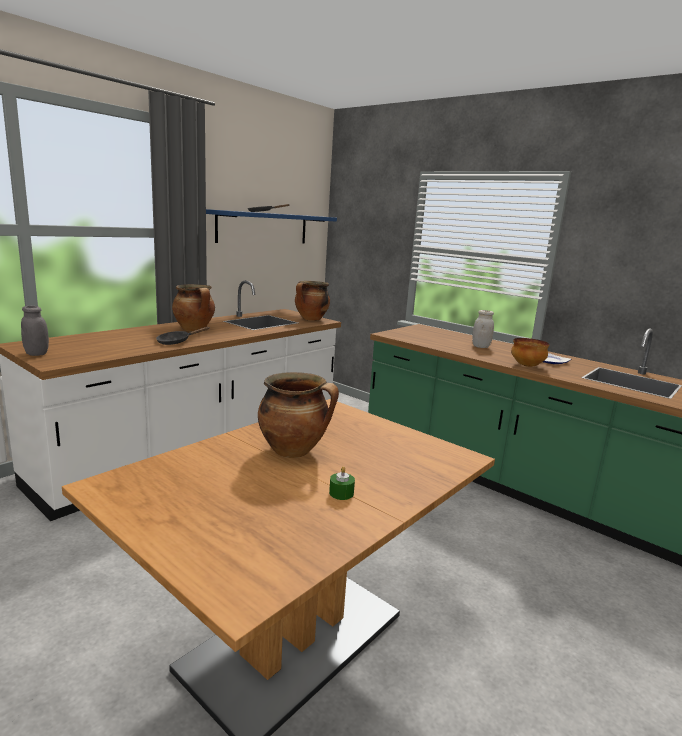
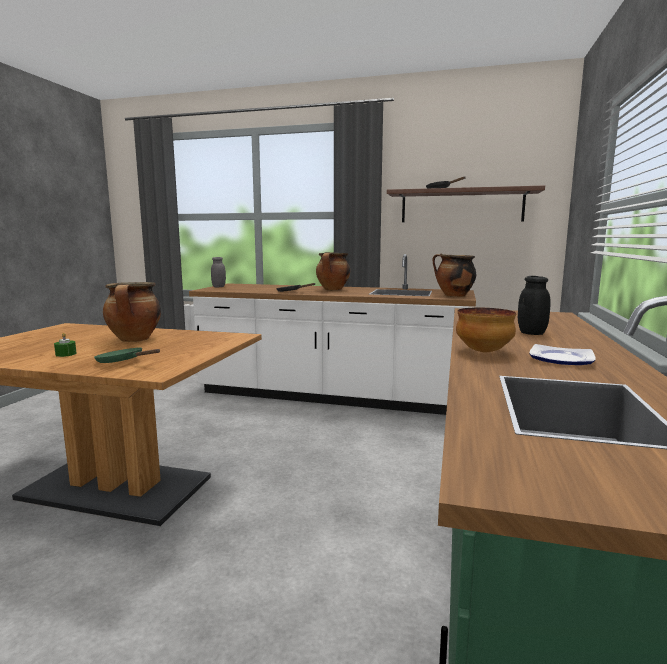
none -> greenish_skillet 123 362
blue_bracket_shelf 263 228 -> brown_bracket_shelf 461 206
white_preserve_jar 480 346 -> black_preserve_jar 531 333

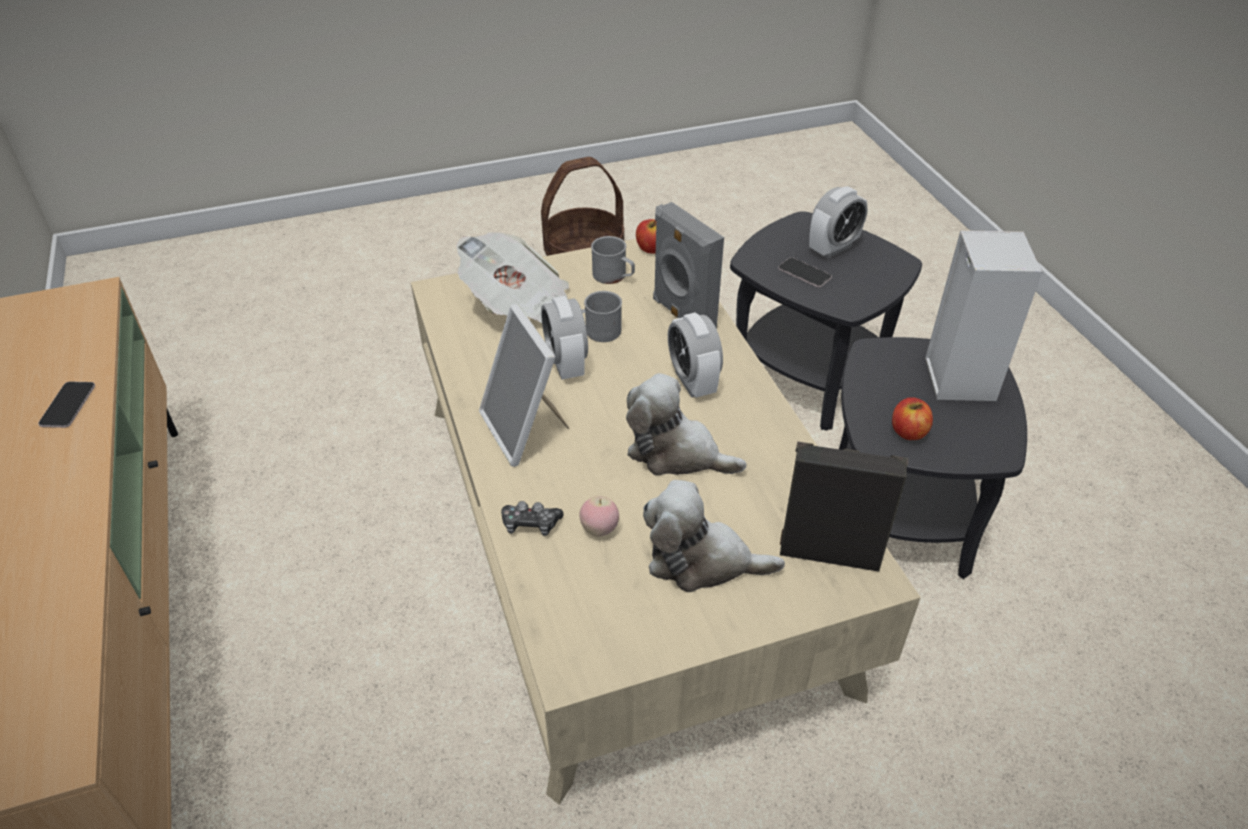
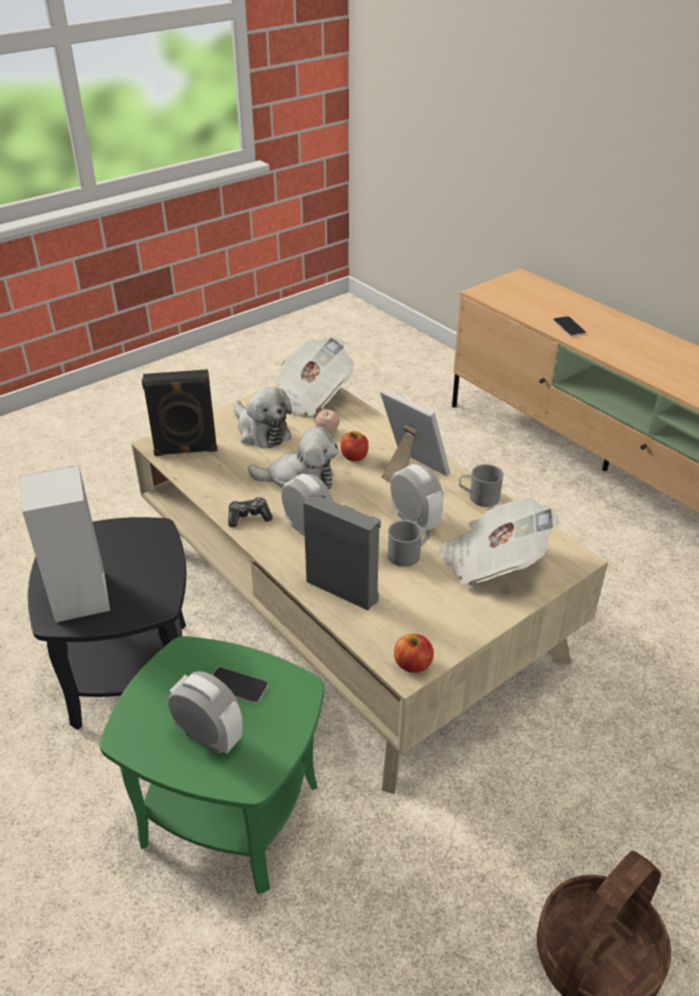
black_end_table 807 376 -> greenish_end_table 229 813
alarm_clock 833 248 -> alarm_clock 208 736, 90 degrees clockwise
gamepad 530 524 -> gamepad 249 517, moved
cuddly_toy 701 560 -> cuddly_toy 261 431, 60 degrees clockwise
none -> printed_paper 309 397
apple 908 432 -> apple 354 457, moved
greyish_tea_mug 614 276 -> greyish_tea_mug 479 497, moved
telephone 68 405 -> telephone 569 327, moved

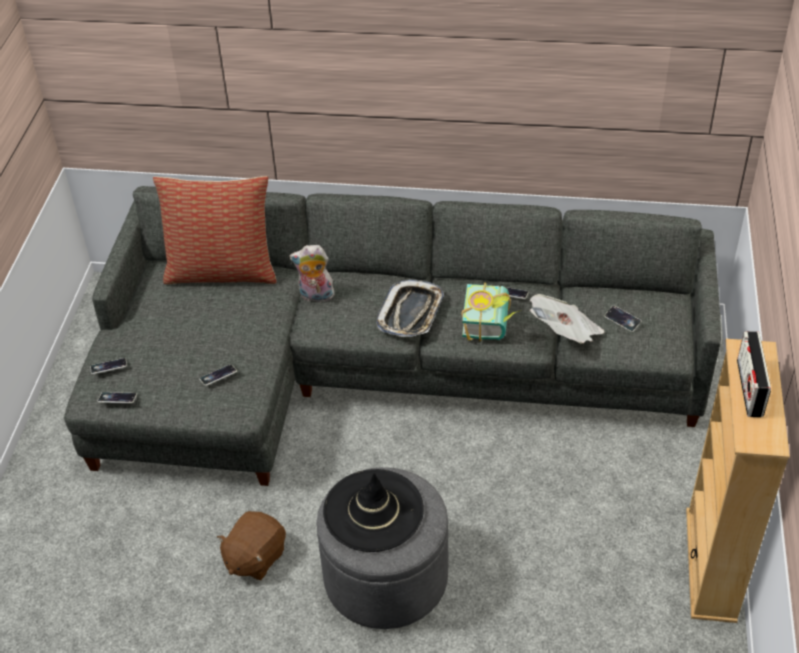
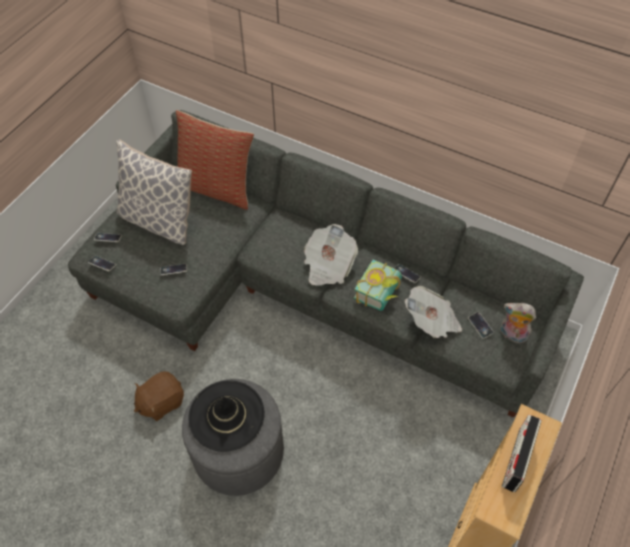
none -> cushion 158 220
carrying_tray 411 313 -> printed_paper 328 265
cuddly_toy 315 296 -> cuddly_toy 511 335, moved

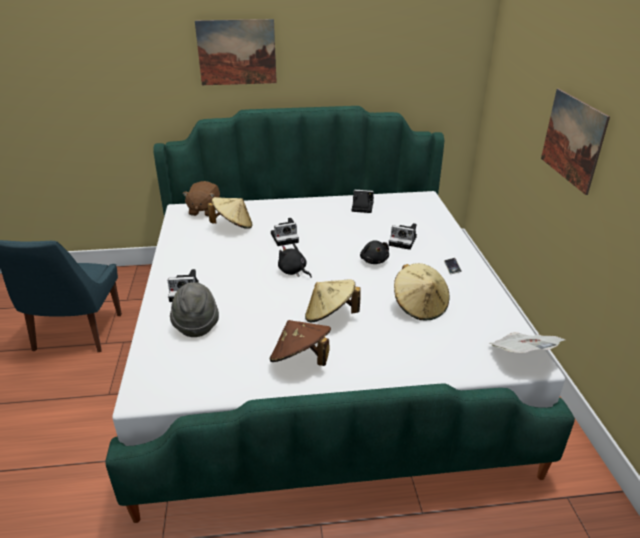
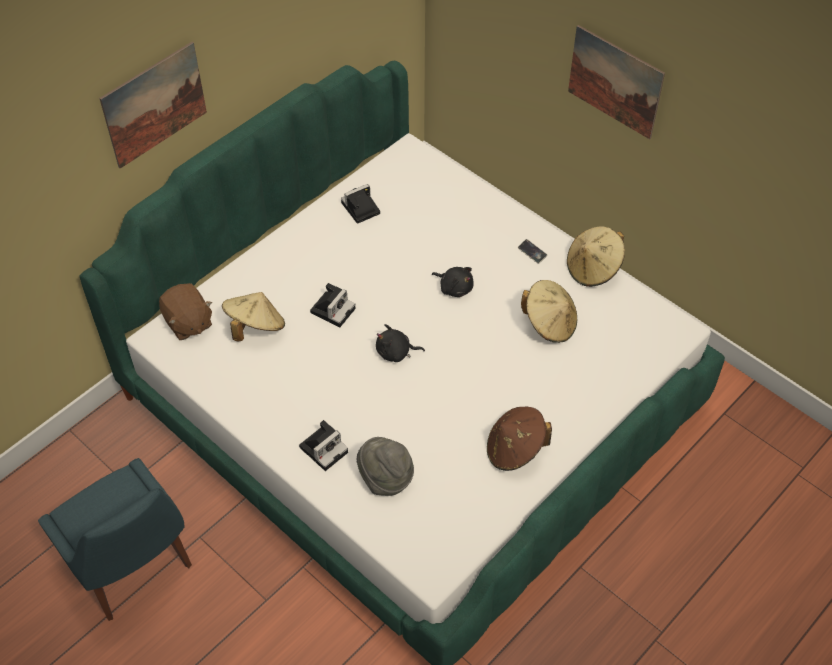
beige_wearable_hat 330 316 -> beige_wearable_hat 593 269, moved
still_camera 404 241 -> none
printed_paper 521 355 -> none

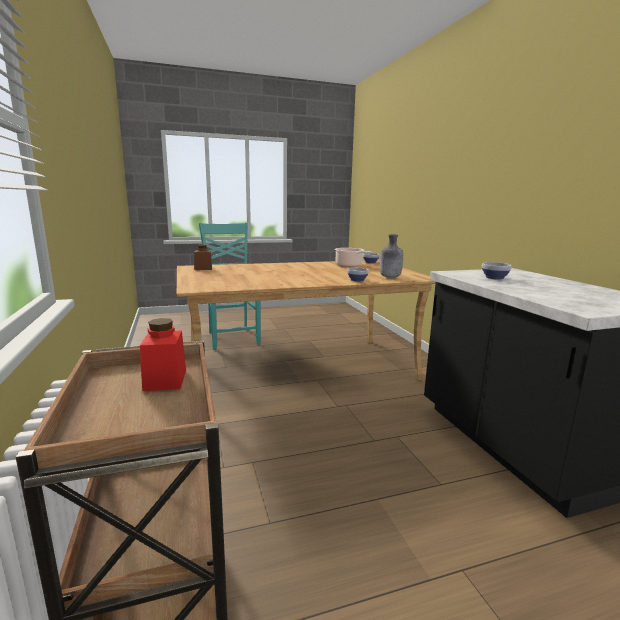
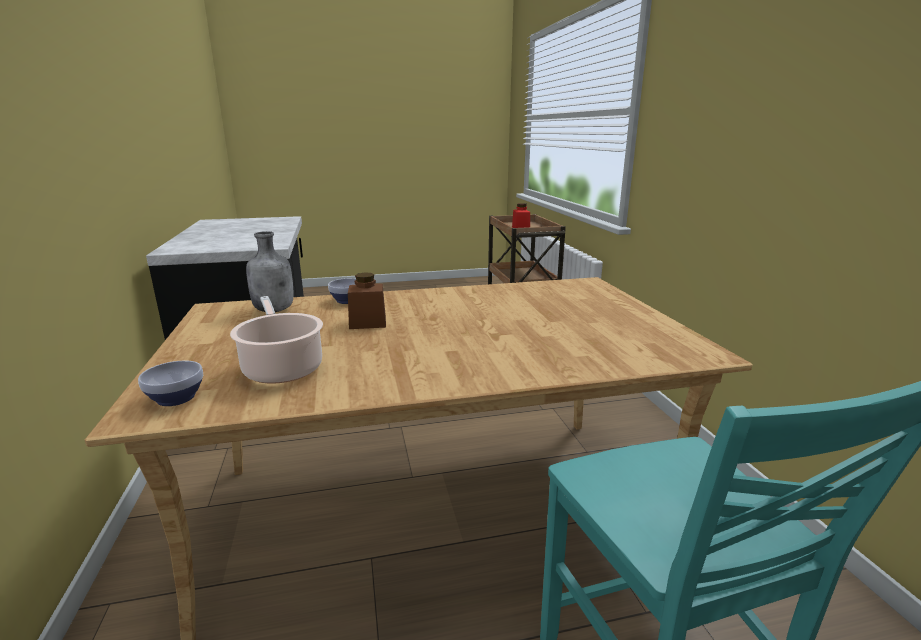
brown_preserve_jar 203 268 -> brown_preserve_jar 368 323, moved
deep_dish 493 278 -> none

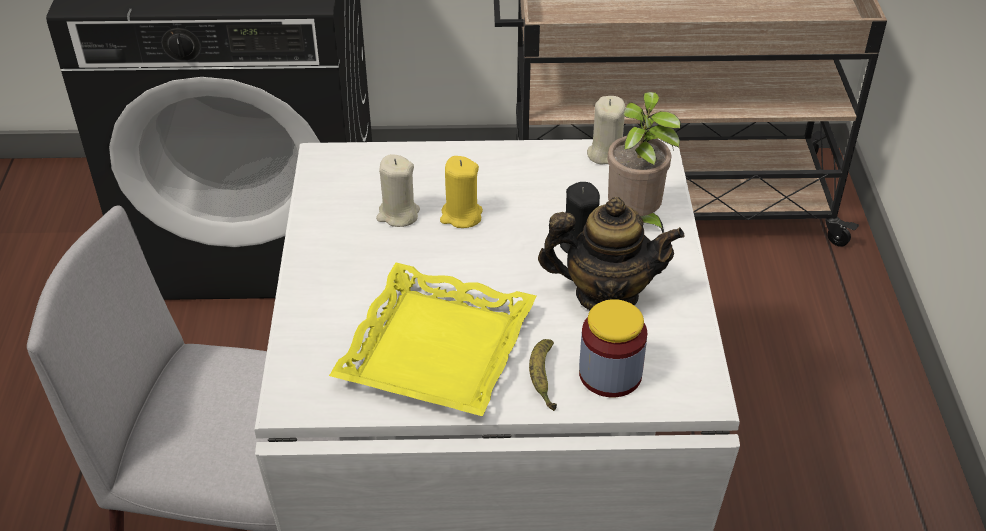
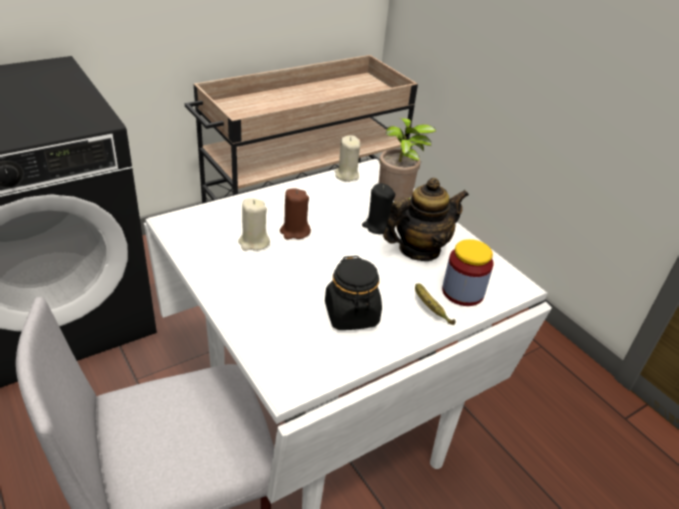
yellowish_wax_light 461 216 -> brown_wax_light 294 232
yellowish_carrying_tray 435 349 -> black_preserve_jar 351 315

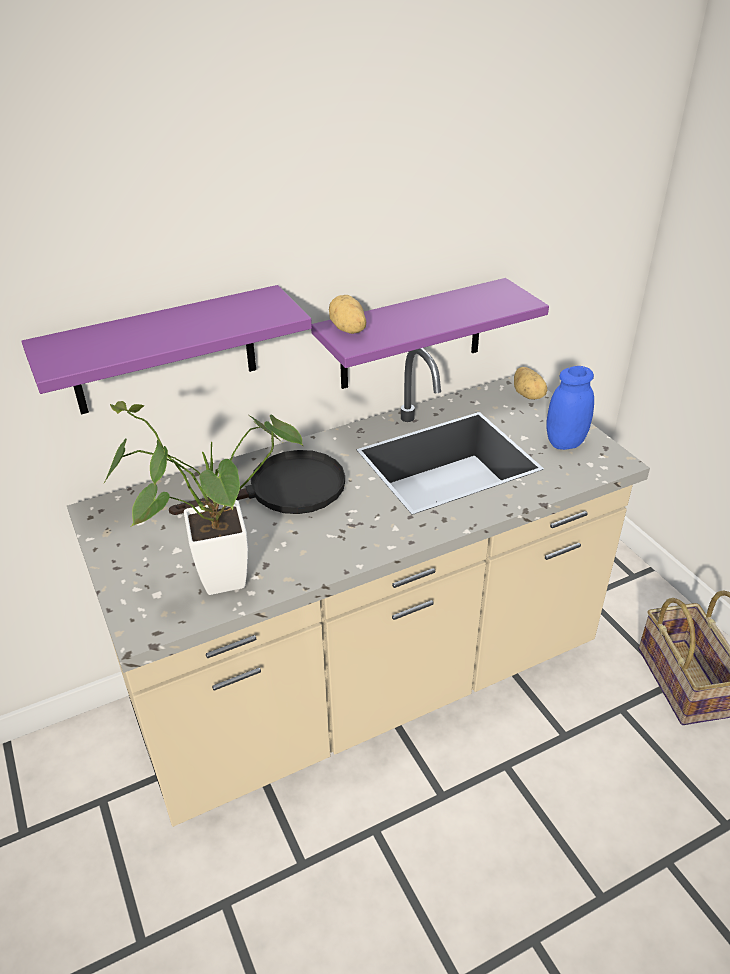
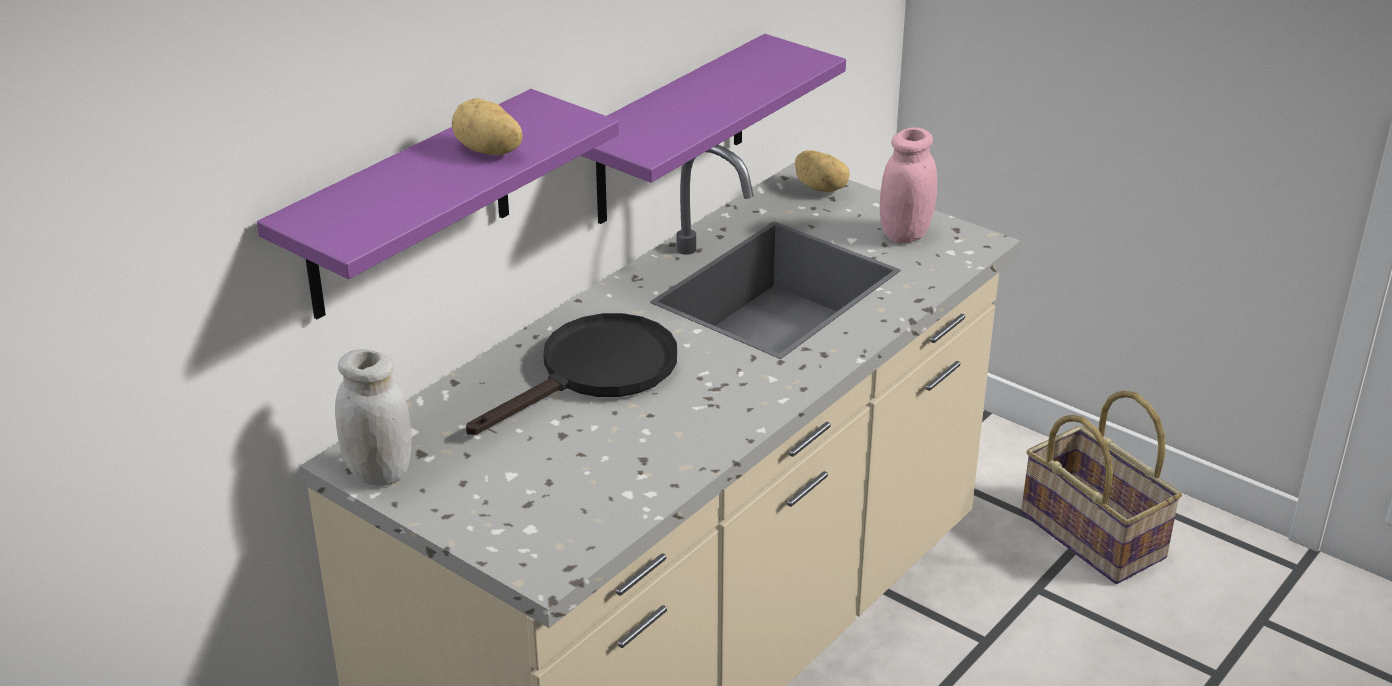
none -> white_preserve_jar 379 473
whole_potato 347 330 -> whole_potato 488 151, moved
blue_preserve_jar 565 442 -> pinkish_preserve_jar 905 234
plant_in_a_pot 211 581 -> none

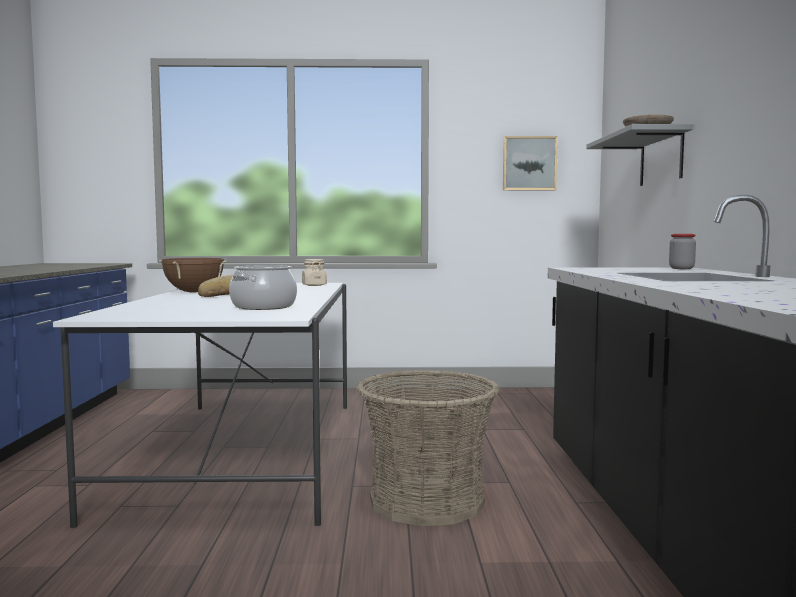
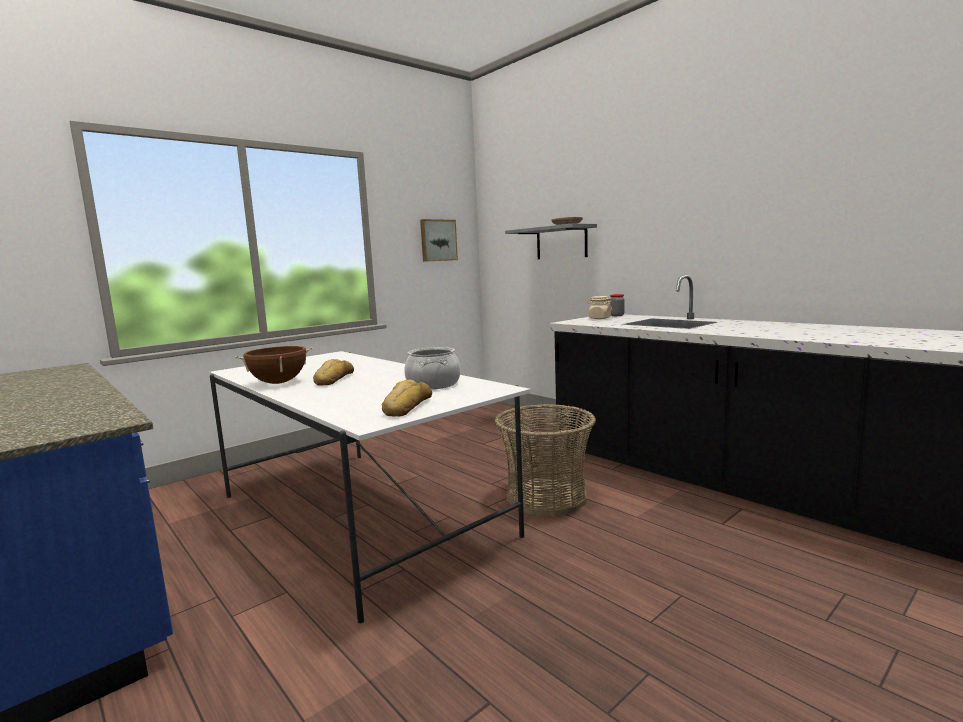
none -> bakery_bread 405 407
beige_preserve_jar 314 285 -> beige_preserve_jar 599 318, moved

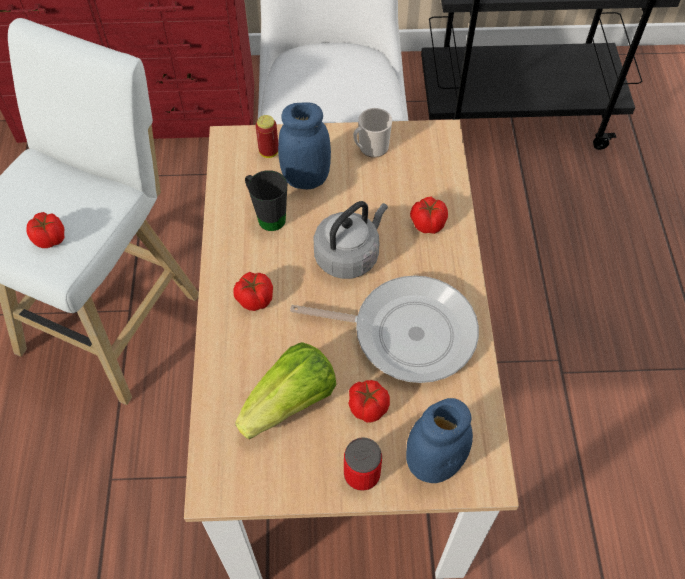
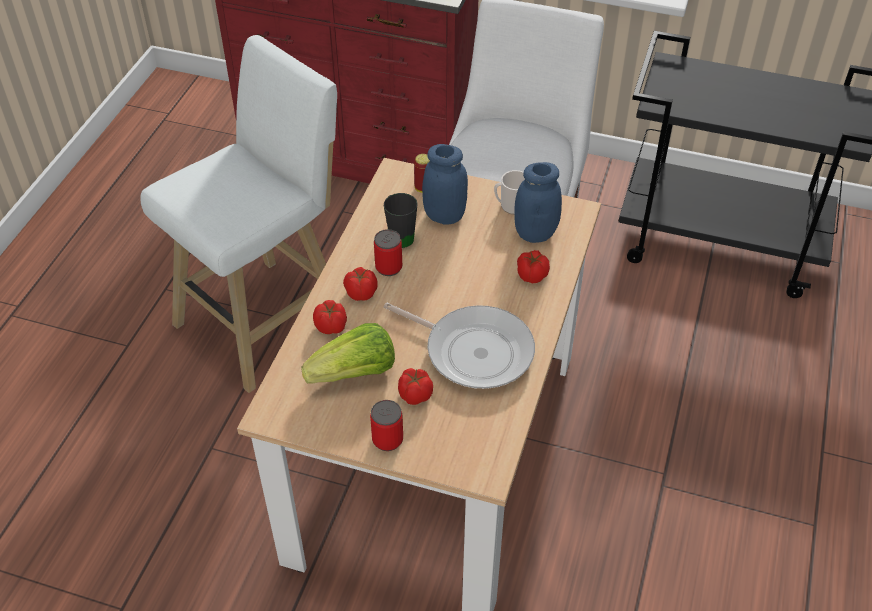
tomato 51 239 -> tomato 331 327, moved
none -> sealed_can 388 267
blue_preserve_jar 433 462 -> blue_preserve_jar 535 233, moved
greyish_kettle 349 255 -> none

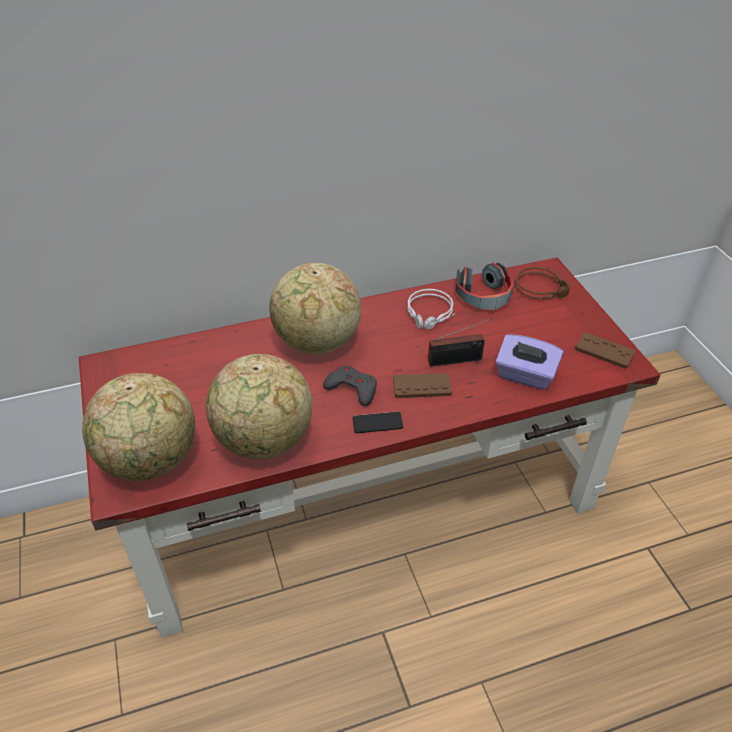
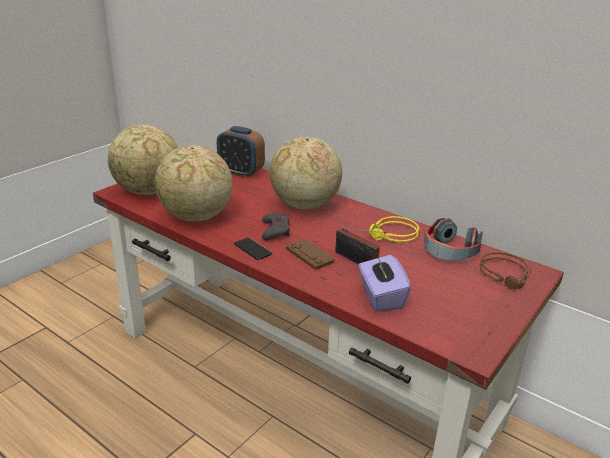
none -> alarm_clock 241 172
greyish_headset 430 314 -> yellowish_headset 393 235
brown_gamepad 604 351 -> none

